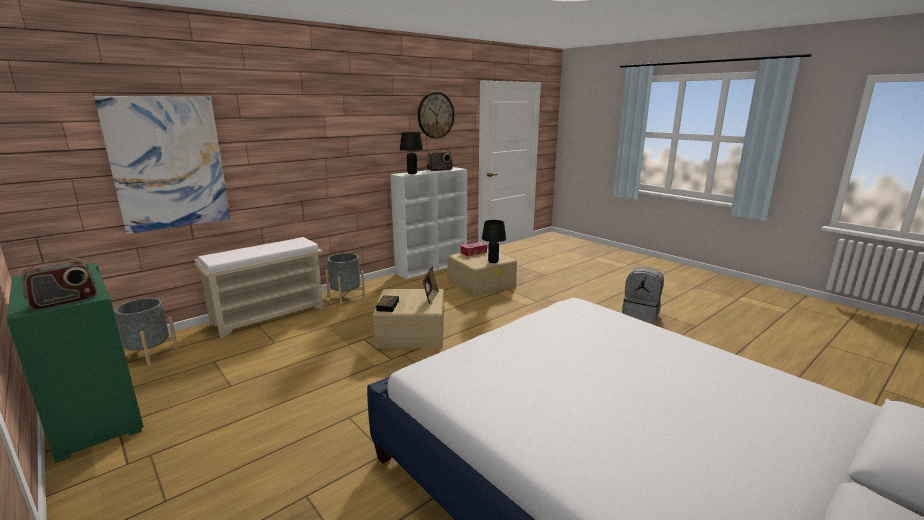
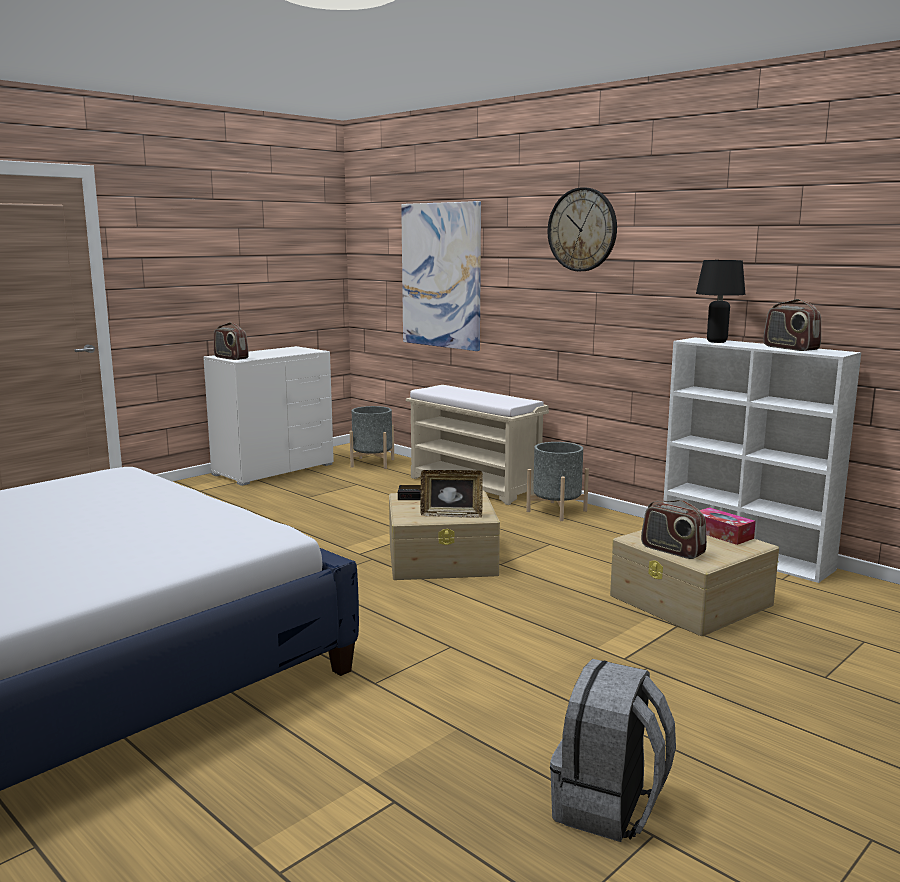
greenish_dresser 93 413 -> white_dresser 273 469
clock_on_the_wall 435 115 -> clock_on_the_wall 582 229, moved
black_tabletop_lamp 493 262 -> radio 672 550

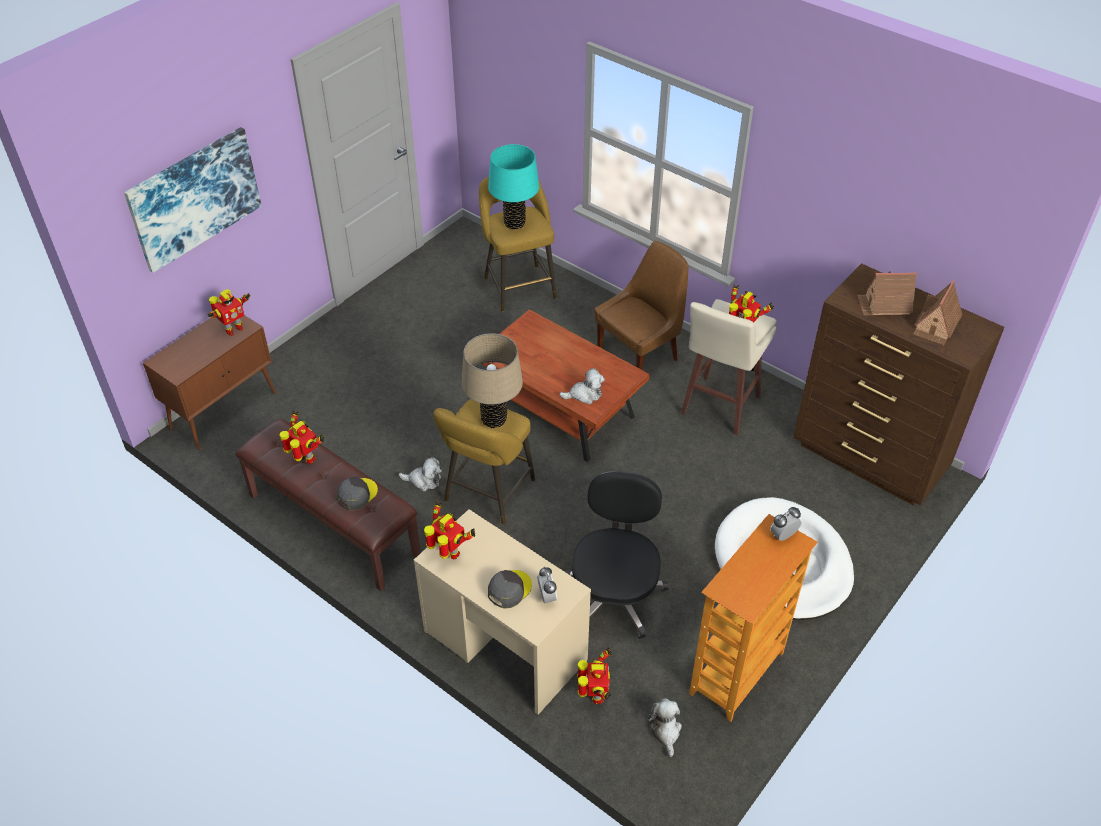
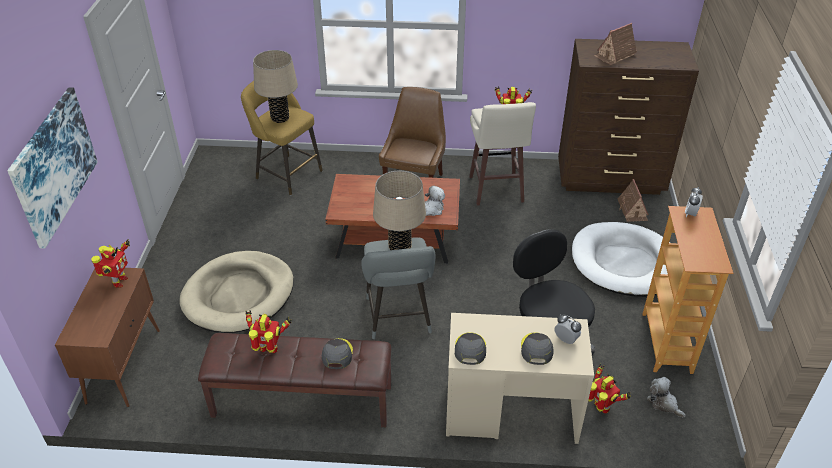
none -> beige_pet_bed 239 295
turquoise_tabletop_lamp 514 223 -> beige_tabletop_lamp 280 118
yellowish_sitting_stool 487 494 -> greyish_sitting_stool 399 319
robot_figure 449 553 -> greyish_baseball_cap 470 349
miniature_house 936 325 -> miniature_house 632 210, moved
cuddly_toy 424 480 -> none

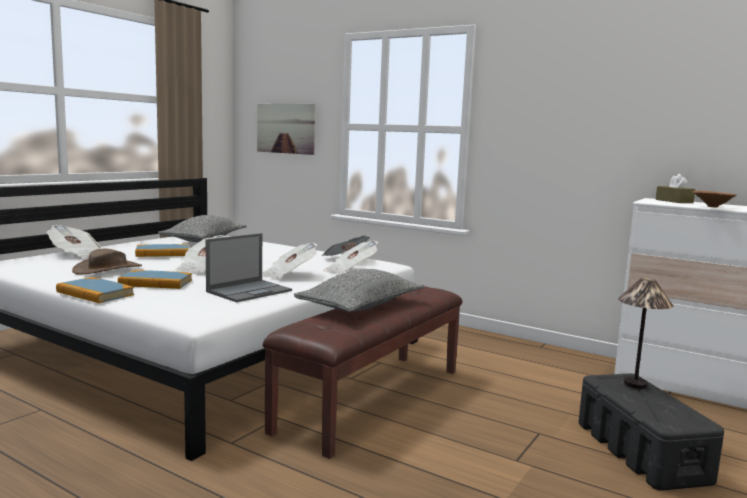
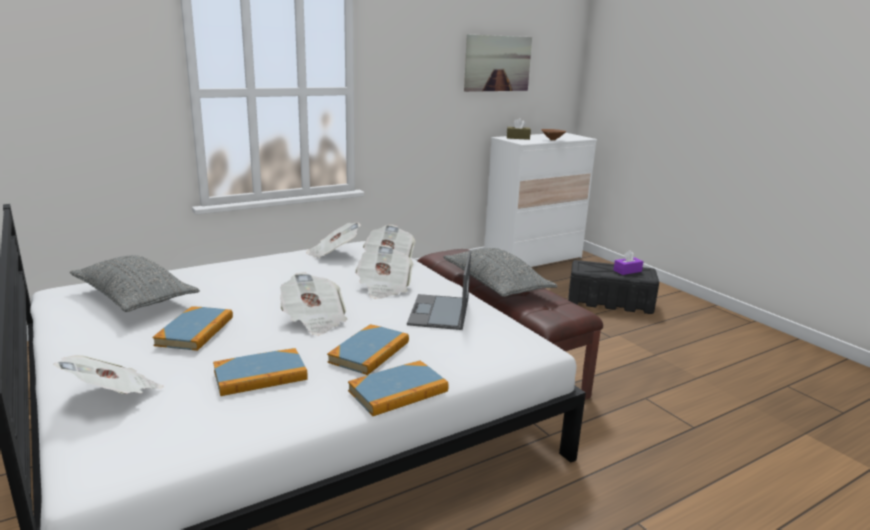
brown_wearable_hat 108 269 -> volume 260 375
portable_computer 250 291 -> portable_computer 439 312, 150 degrees counterclockwise
wall_picture 285 128 -> wall_picture 497 63, moved
none -> purplish_tissue_box 627 271
tabletop_lamp 635 384 -> none

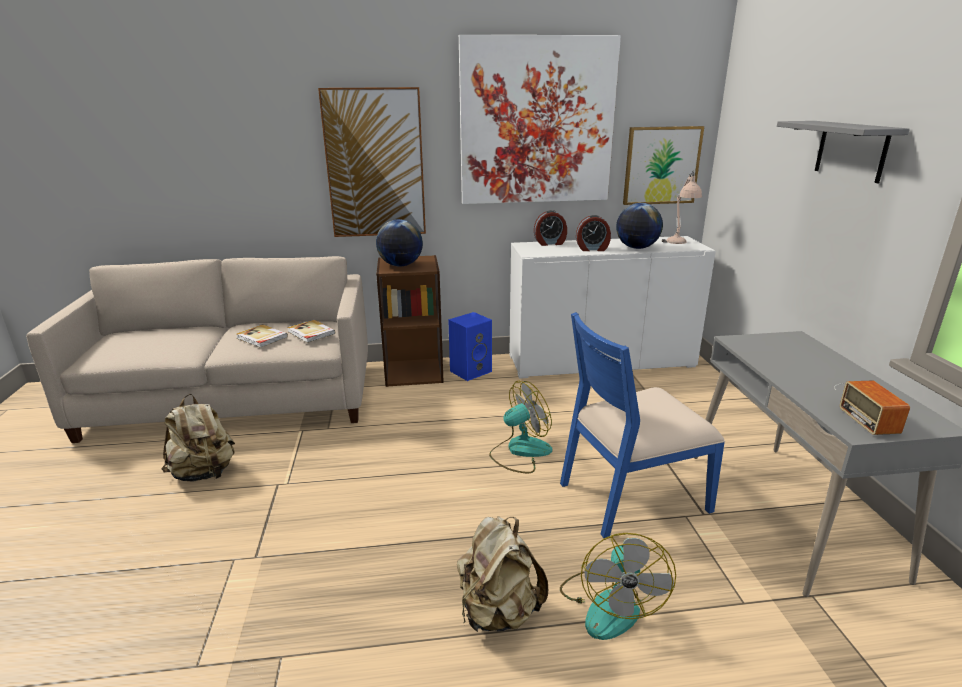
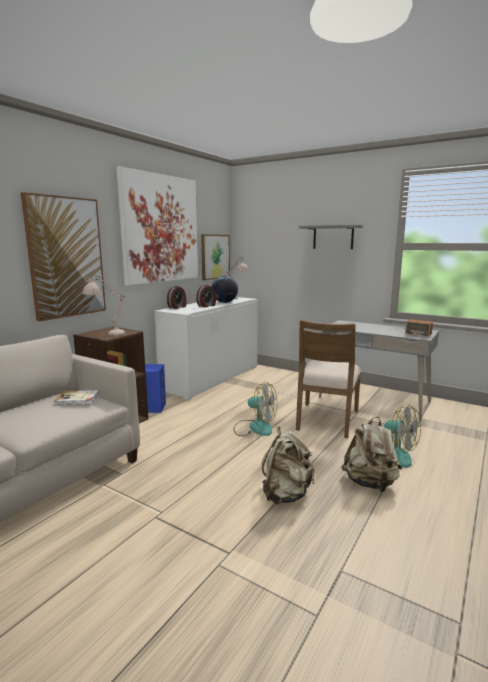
world_globe 400 265 -> beige_tabletop_lamp 107 334
electric_fan 520 451 -> electric_fan 254 427, 105 degrees clockwise
beige_backpack 204 473 -> beige_backpack 286 494, moved
blue_upright_chair 631 495 -> brown_upright_chair 326 420
volume 261 338 -> none

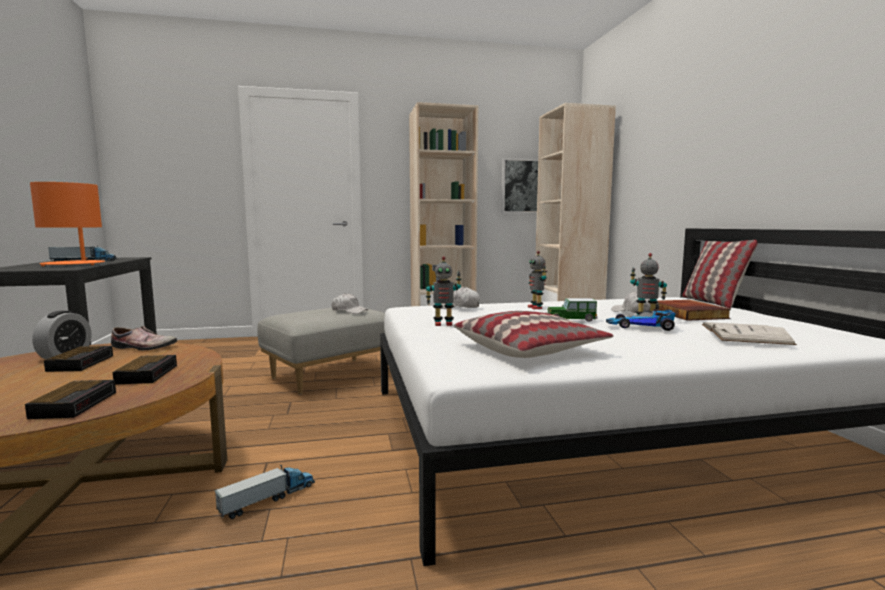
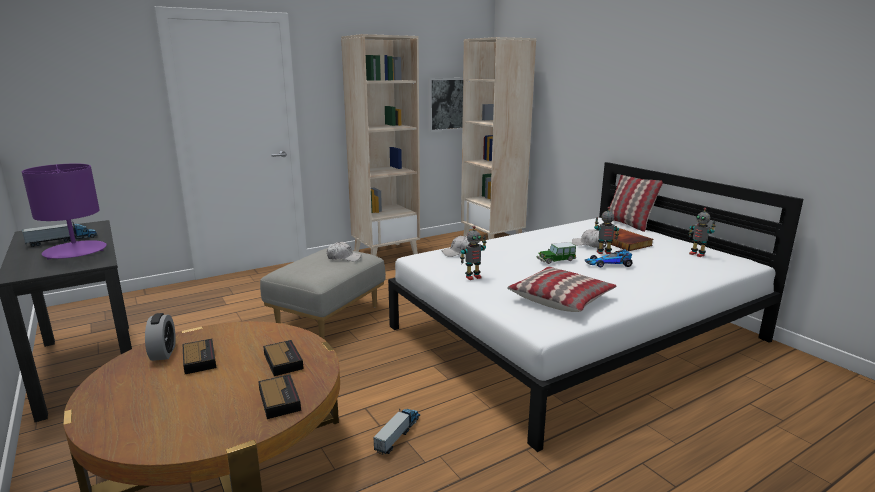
orangey_tabletop_lamp 74 264 -> purplish_tabletop_lamp 75 251
robot_figure 536 307 -> robot_figure 697 254, moved
shoe 142 347 -> none
white_volume 744 334 -> none

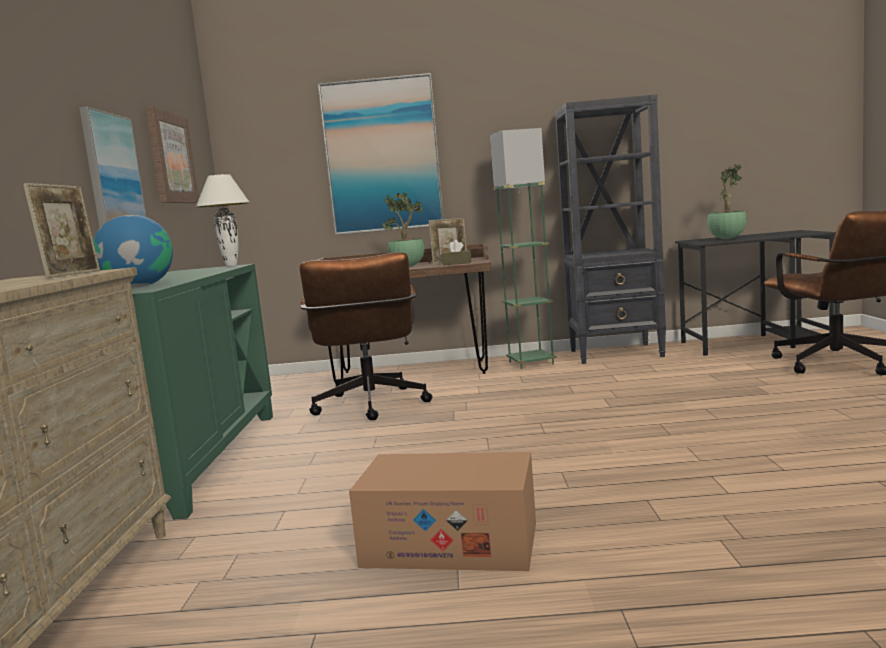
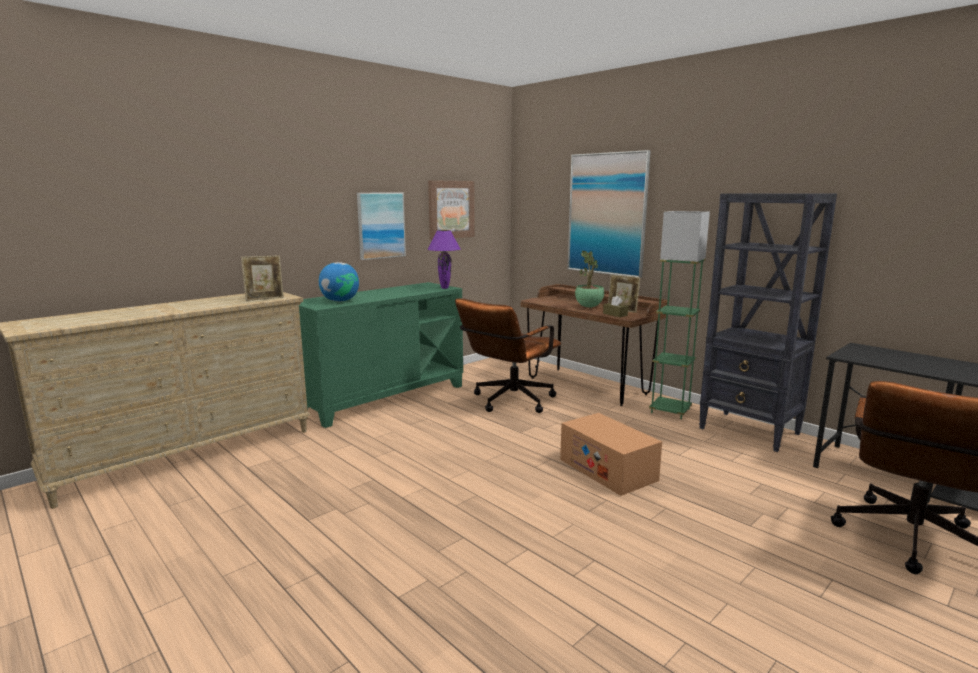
white_tabletop_lamp 232 266 -> purplish_tabletop_lamp 445 288
cardboard_box 450 544 -> cardboard_box 607 469, moved
plant_in_a_pot 727 239 -> none

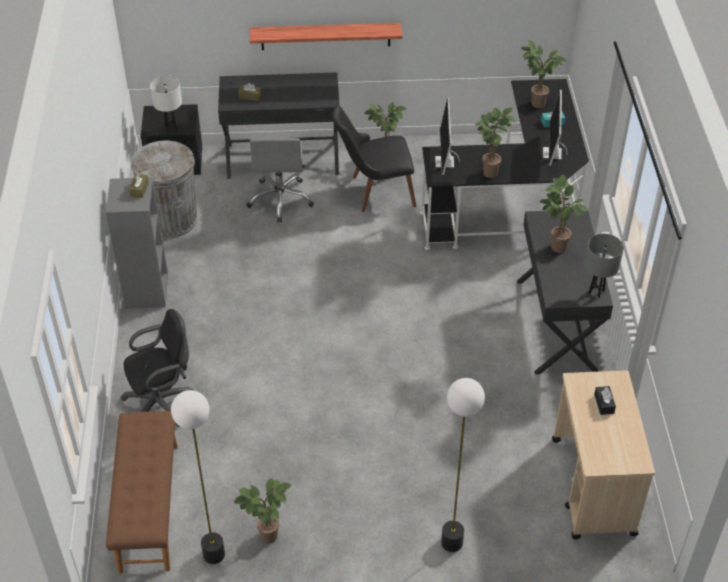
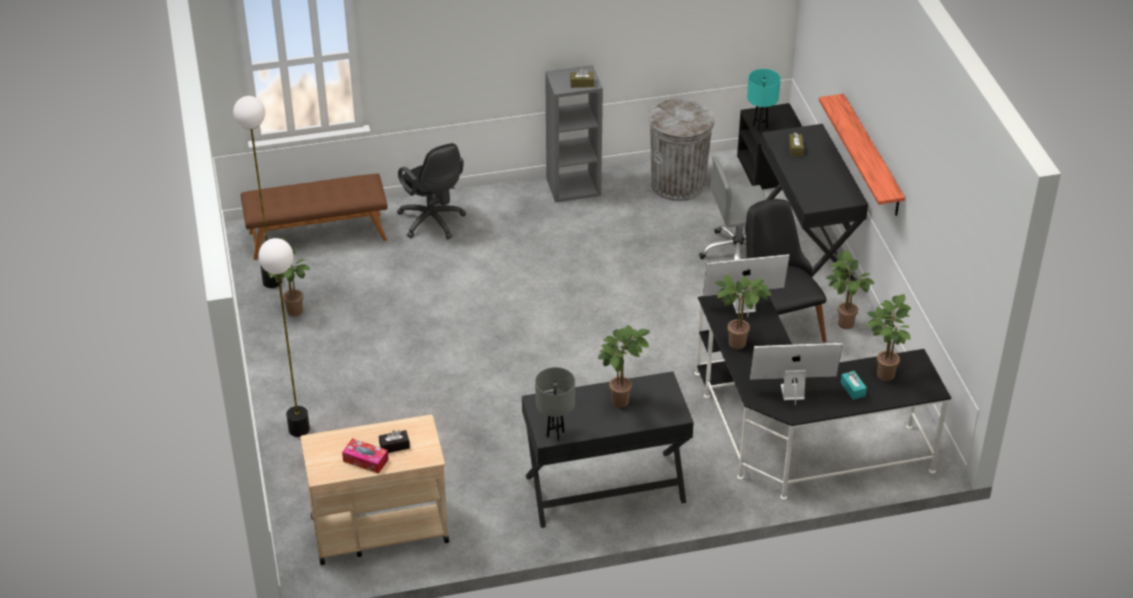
none -> tissue_box 365 460
white_tabletop_lamp 171 128 -> turquoise_tabletop_lamp 760 126

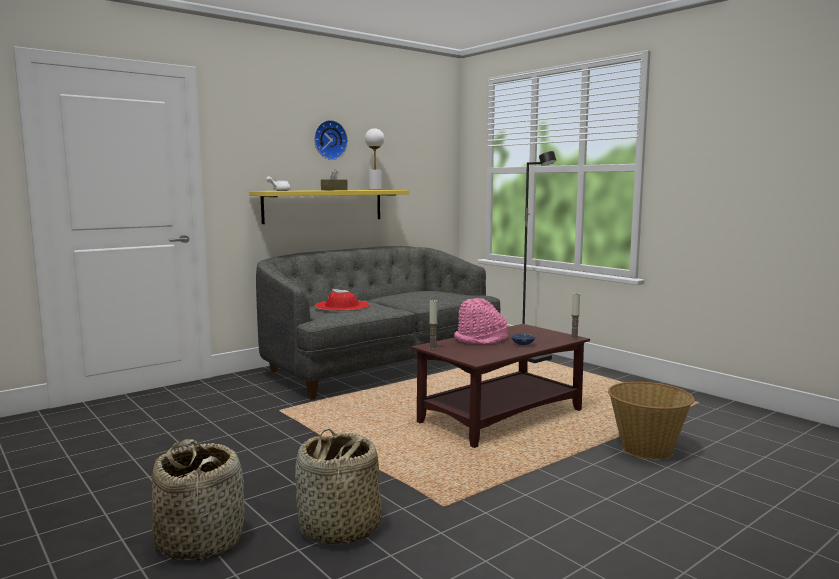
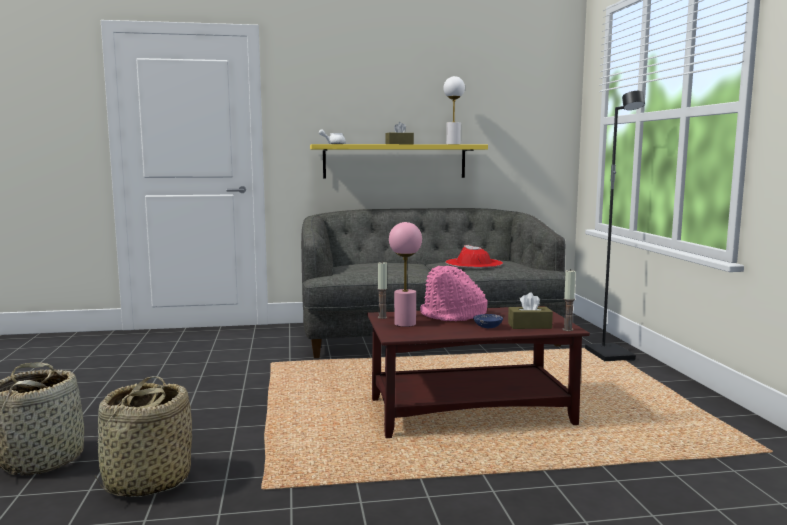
none -> pinkish_tabletop_lamp 405 324
reddish_wearable_hat 342 306 -> reddish_wearable_hat 474 263, moved
none -> brown_tissue_box 529 326
clock_on_the_wall 329 140 -> none
basket 647 449 -> none

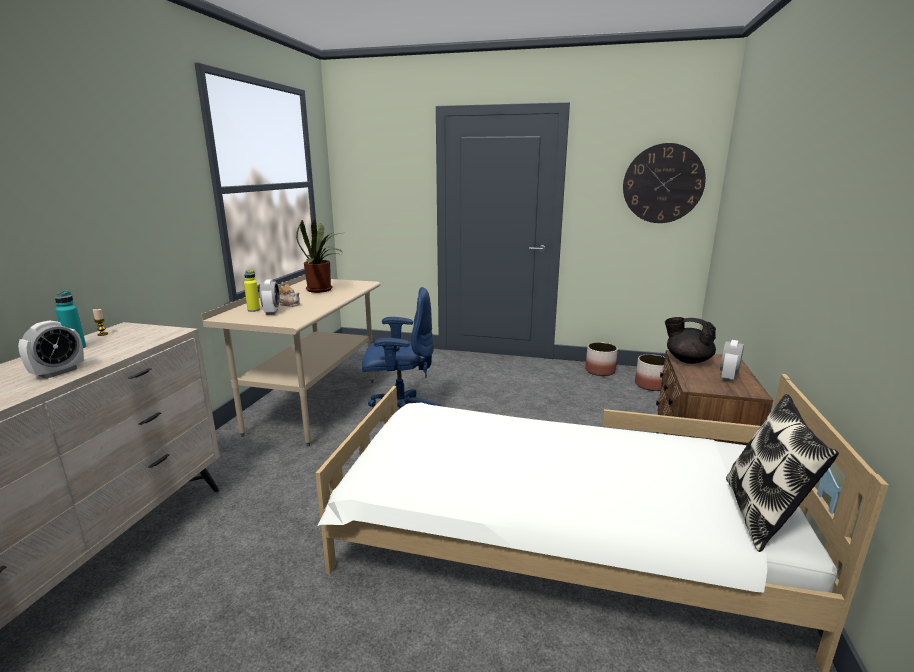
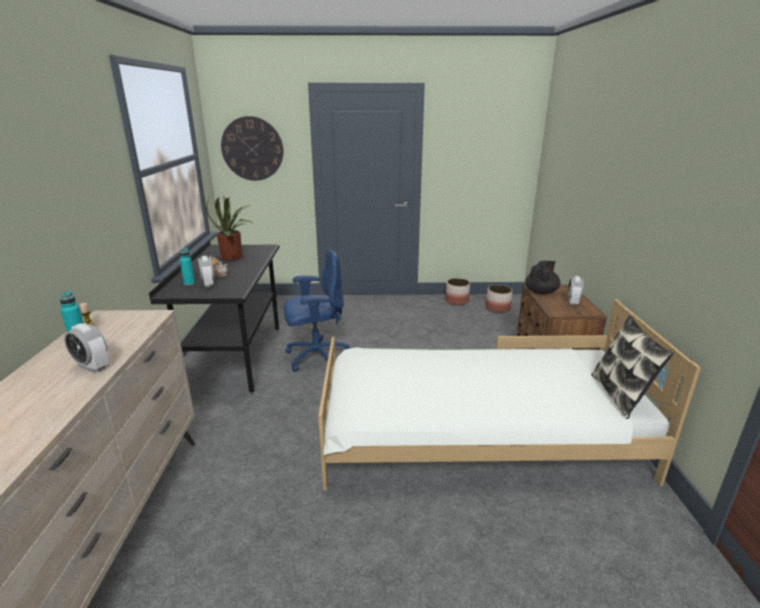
alarm_clock 58 372 -> alarm_clock 92 366, 105 degrees clockwise
beige_desk_table 314 406 -> black_desk_table 237 359
yellowish_bottle 254 310 -> turquoise_bottle 189 283
clock_on_the_wall 663 183 -> clock_on_the_wall 252 149, moved
black_tea_pot 687 360 -> black_tea_pot 541 292, 105 degrees clockwise

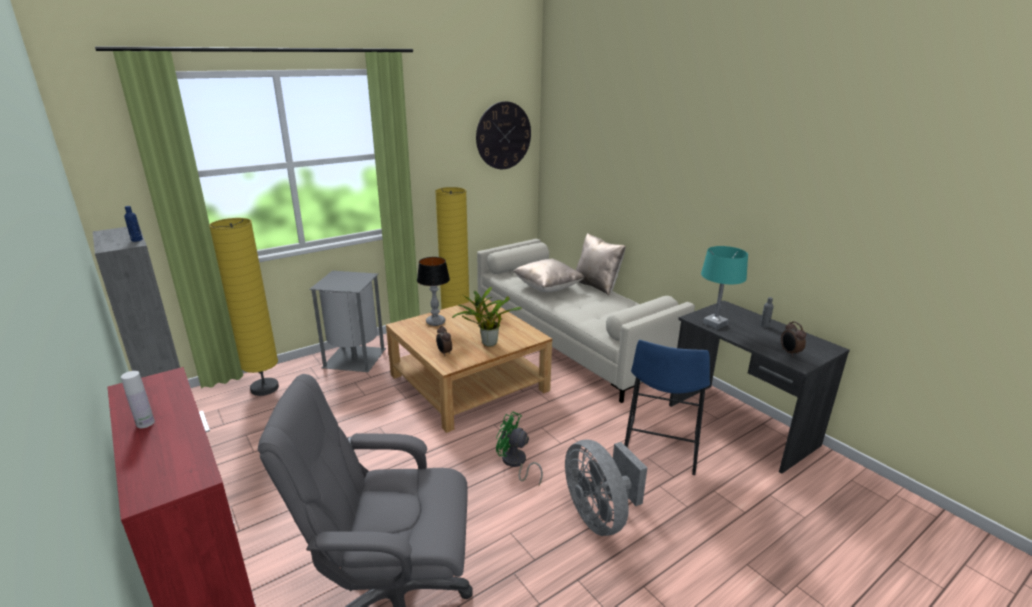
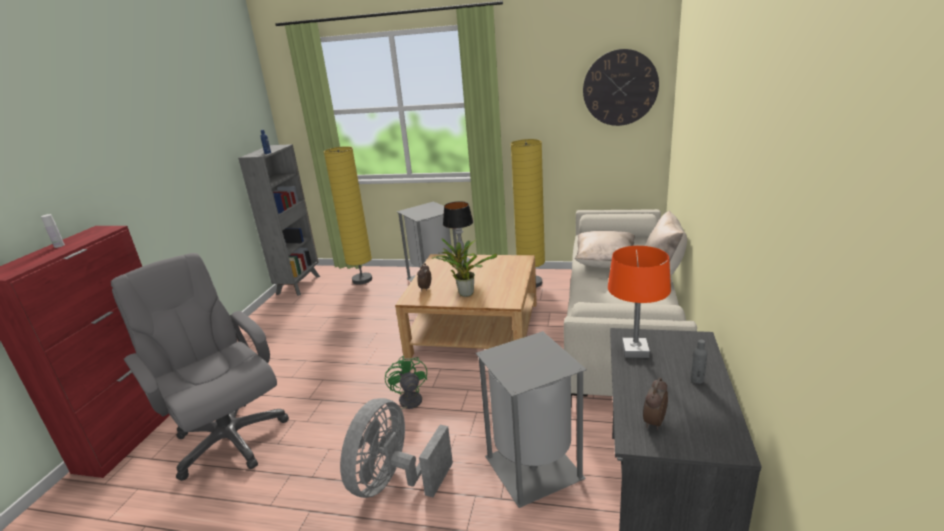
blue_sitting_stool 659 448 -> greyish_trash_can 531 467
turquoise_tabletop_lamp 715 324 -> orangey_tabletop_lamp 635 351

